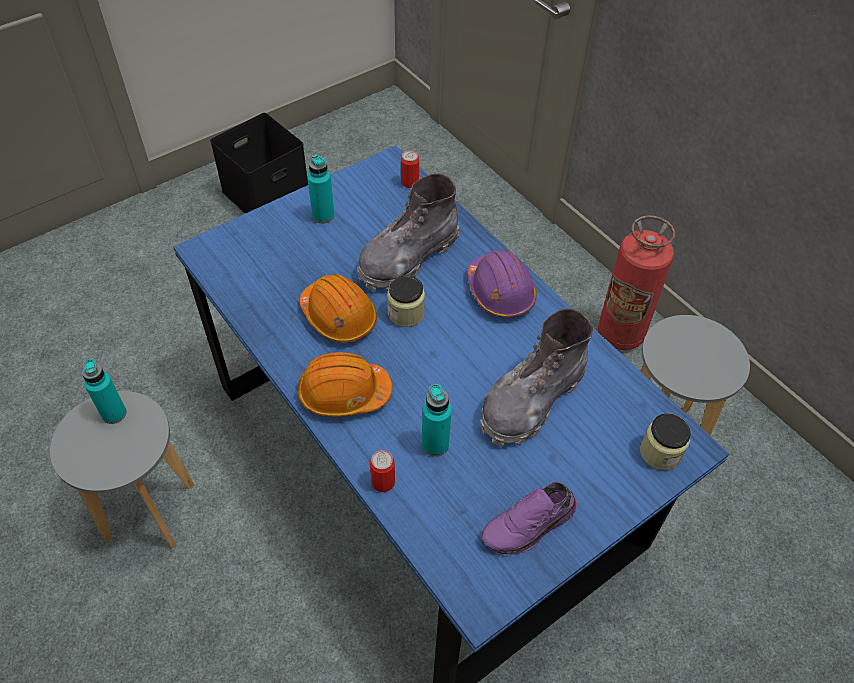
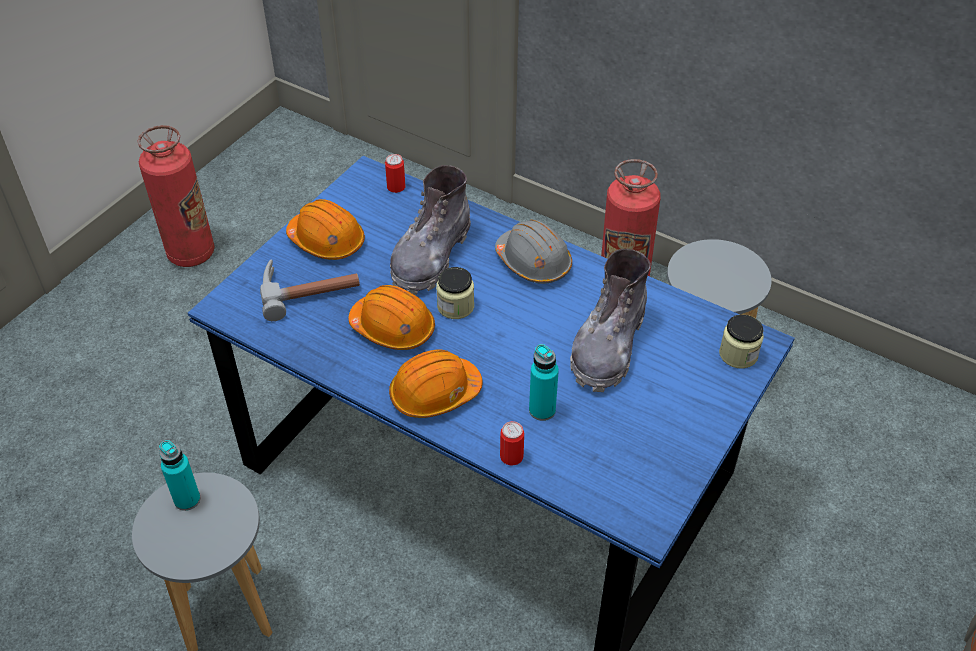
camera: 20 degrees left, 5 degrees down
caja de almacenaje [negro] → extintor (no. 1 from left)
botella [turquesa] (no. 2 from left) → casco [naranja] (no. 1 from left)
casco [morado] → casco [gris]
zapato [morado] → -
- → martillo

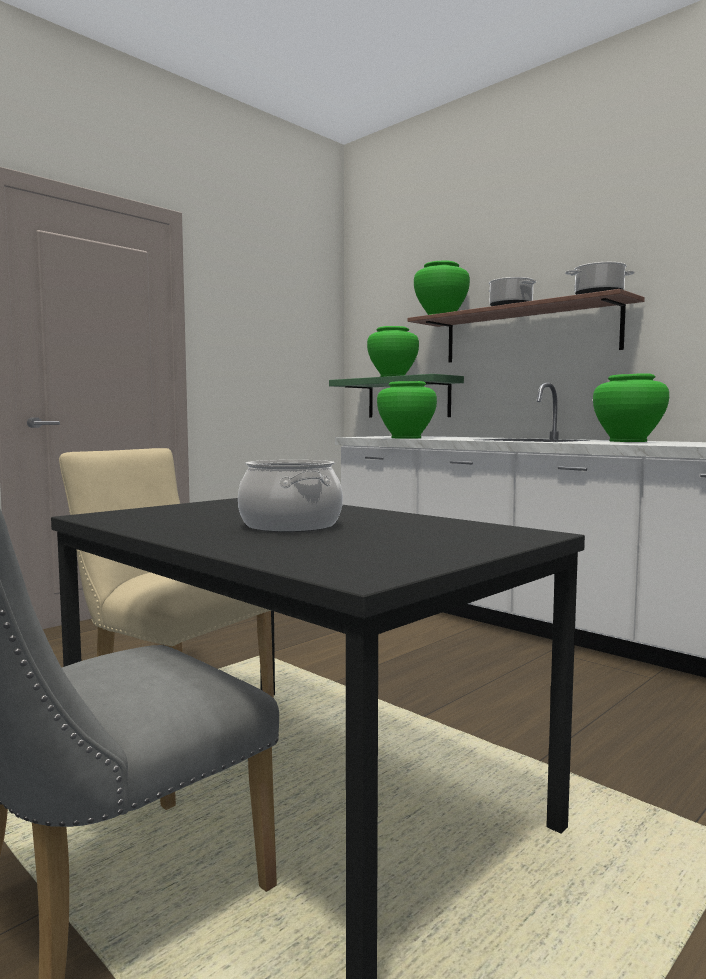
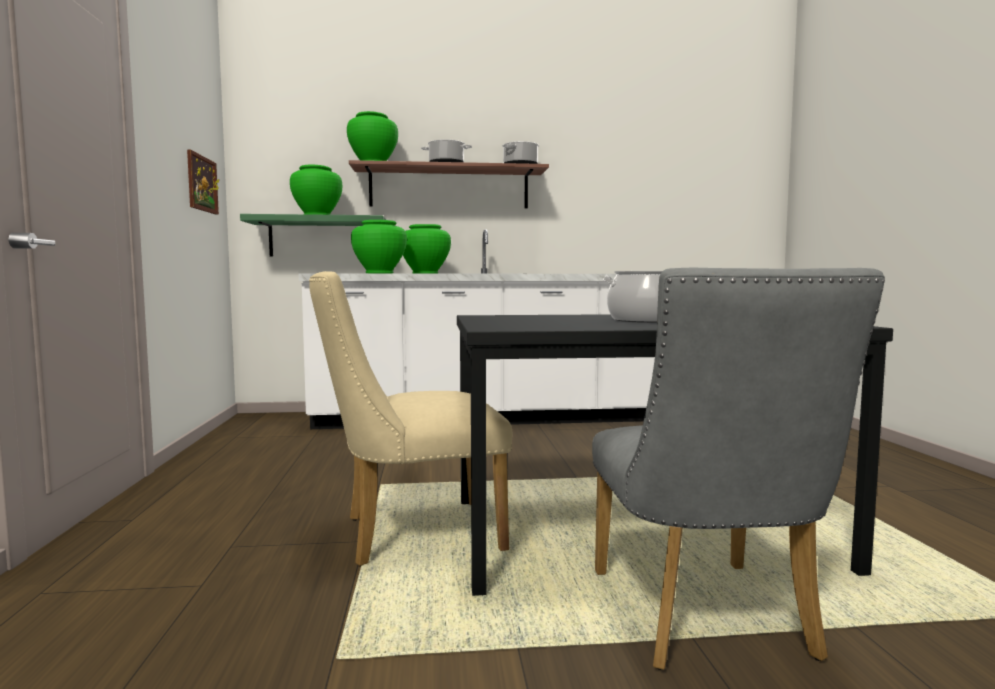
camera: 50 degrees left, 0 degrees up
florero [verde] (no. 4 from left), shifted
- → cuadro

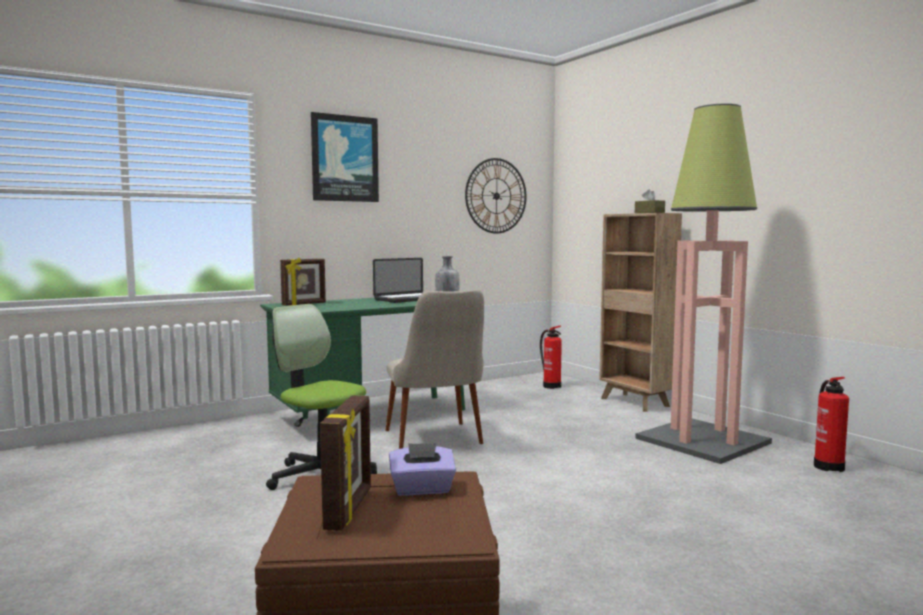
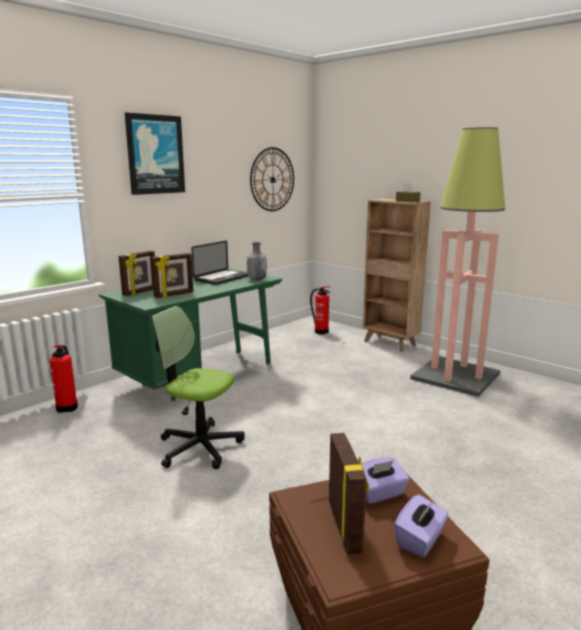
camera: 15 degrees left, 10 degrees up
silla [beis] → -
extintor (no. 2 from left in the first image) → extintor (no. 1 from left), shifted
- → portarretratos (no. 2 from left)
- → caja de pañuelos [morado] (no. 2 from left)

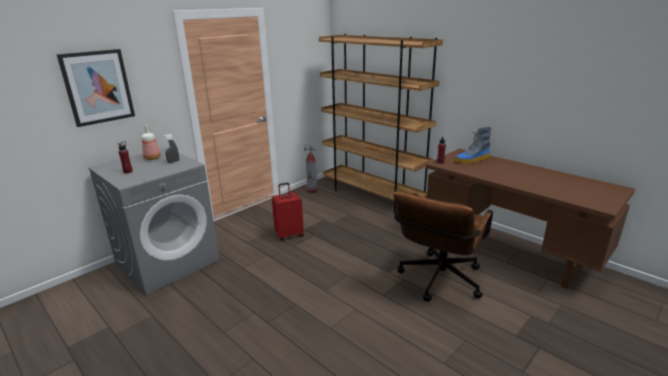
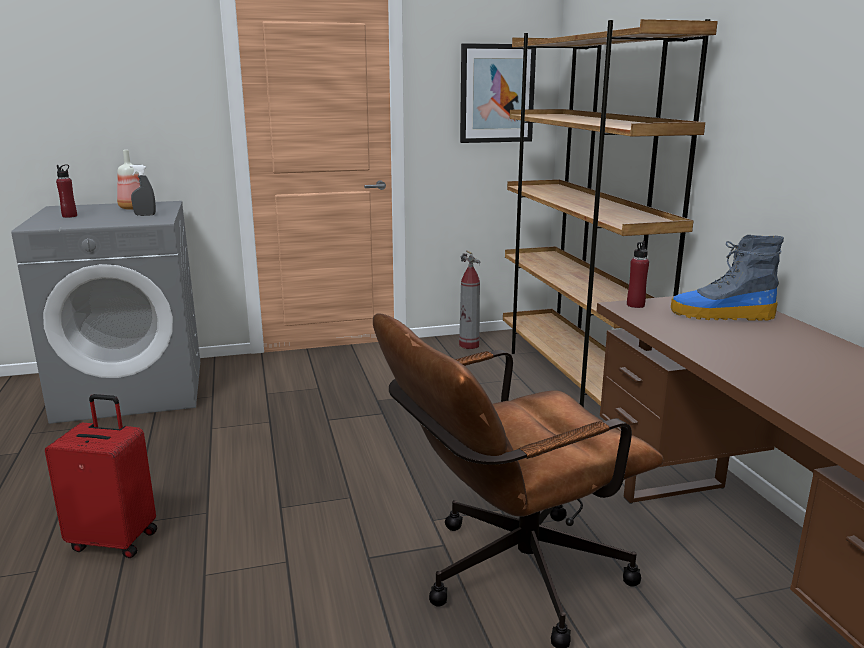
camera: 30 degrees right, 5 degrees down
cuadro, shifted
maleta [rojo], shifted

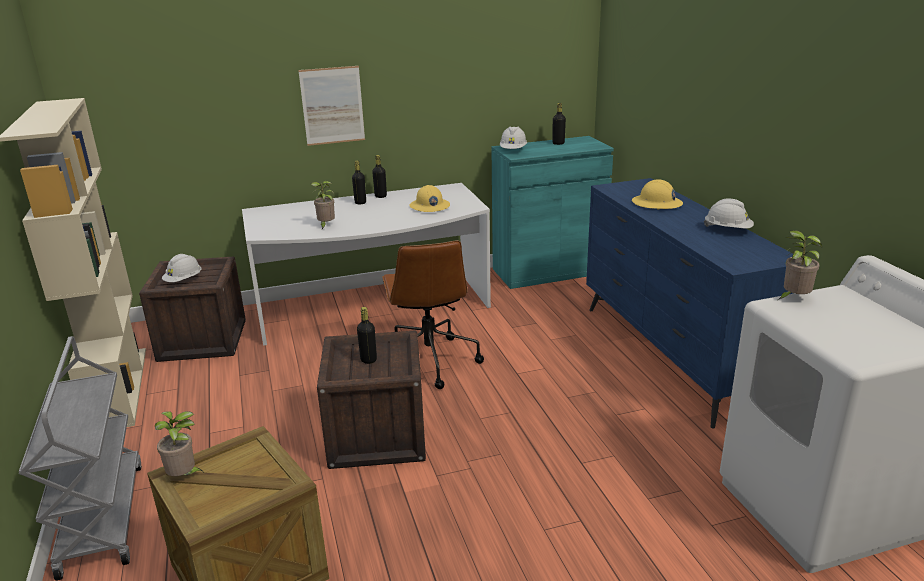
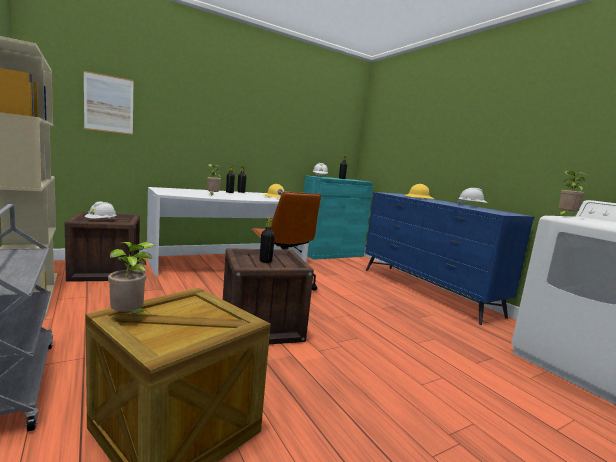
camera: 15 degrees left, 15 degrees down
cuadro, shifted

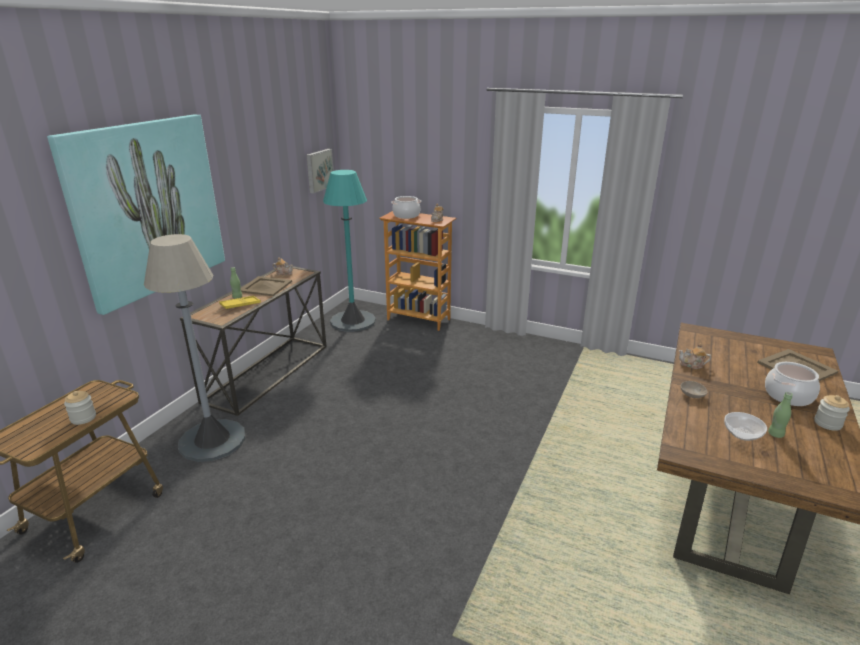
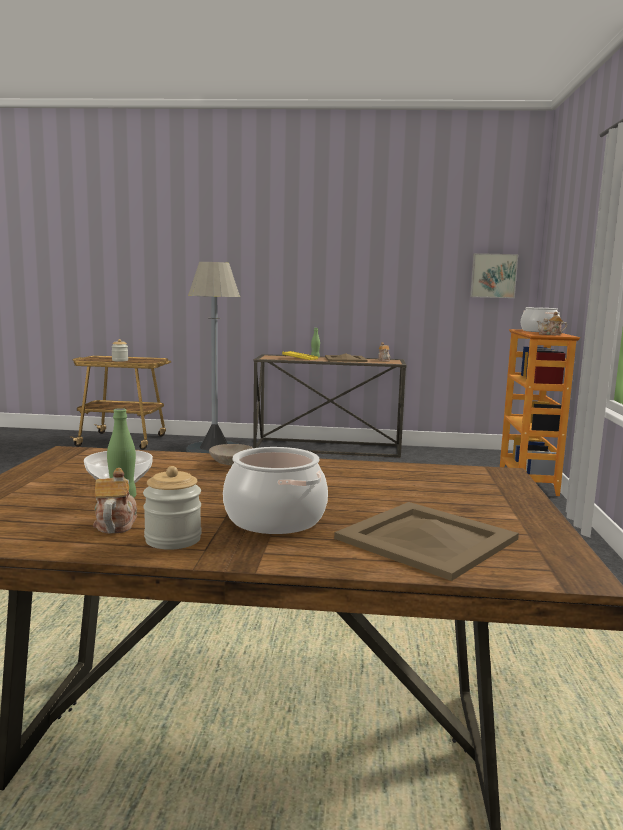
camera: 70 degrees right, 15 degrees down
cuadro (no. 1 from left) → -
lámpara de pie [turquesa] → -
tetera (no. 3 from left in the first image) → tetera (no. 1 from left), shifted

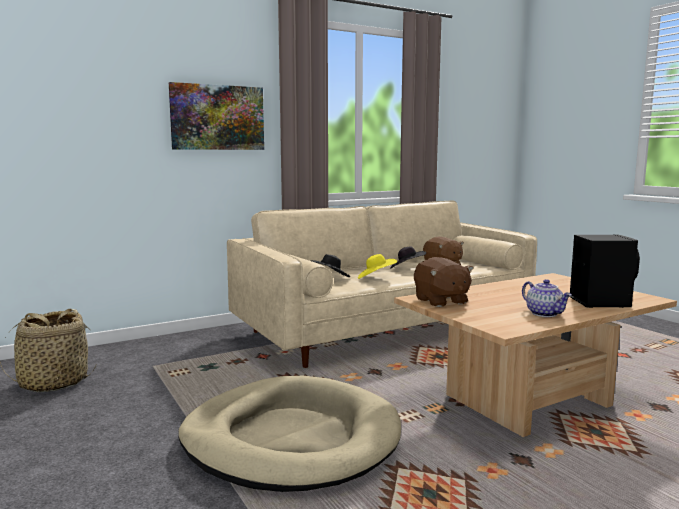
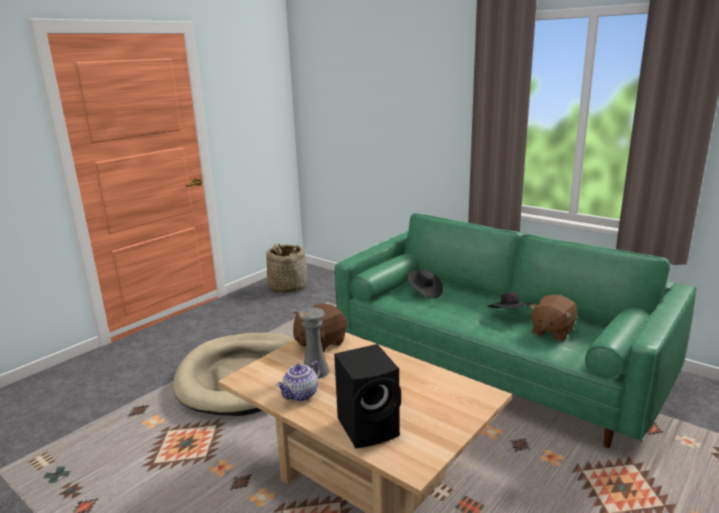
camera: 70 degrees right, 10 degrees up
cuadro → -
sofá [beis] → sofá [verde]
sombrero [amarillo] → -
- → florero [gris]

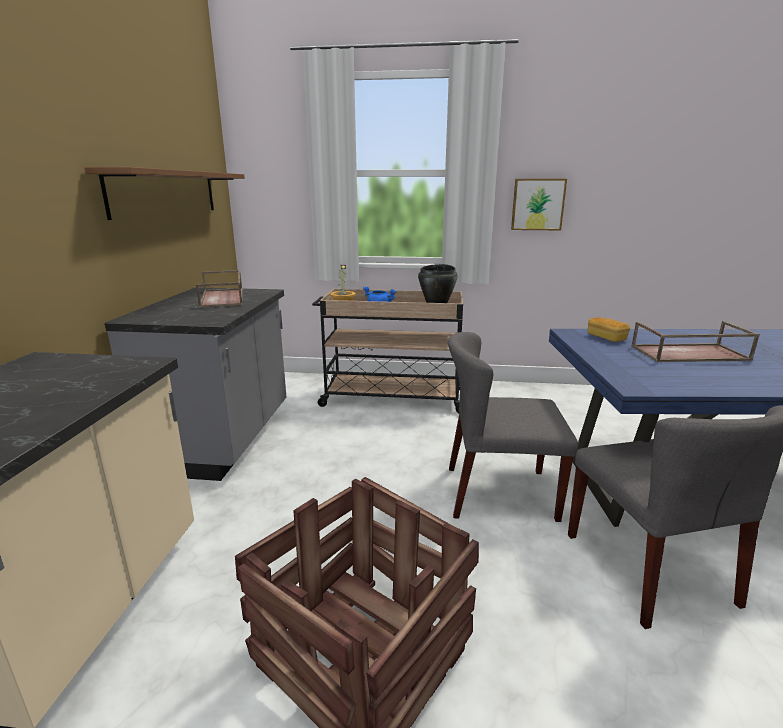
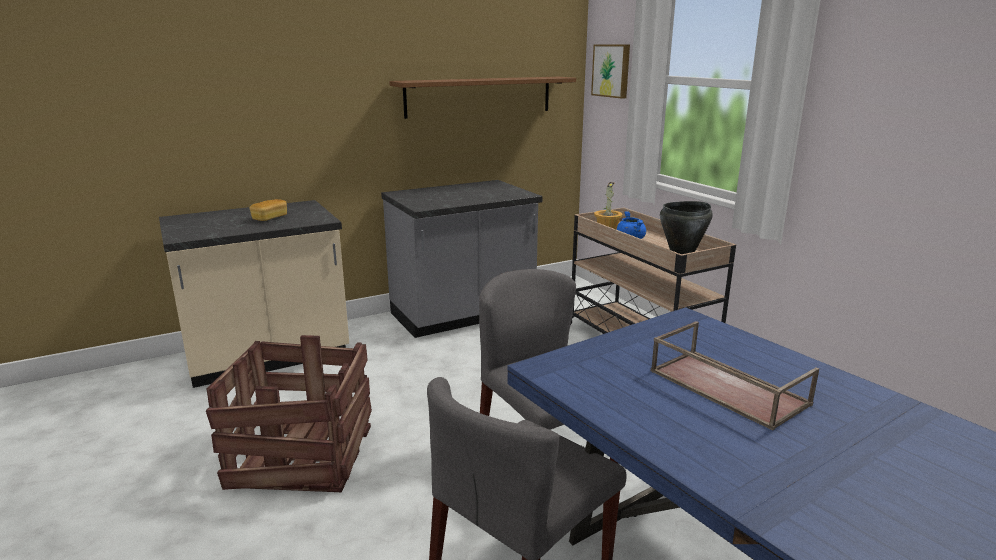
camera: 55 degrees right, 0 degrees up
bandeja [marrón] (no. 1 from left) → -
cuadro, shifted
pan, shifted

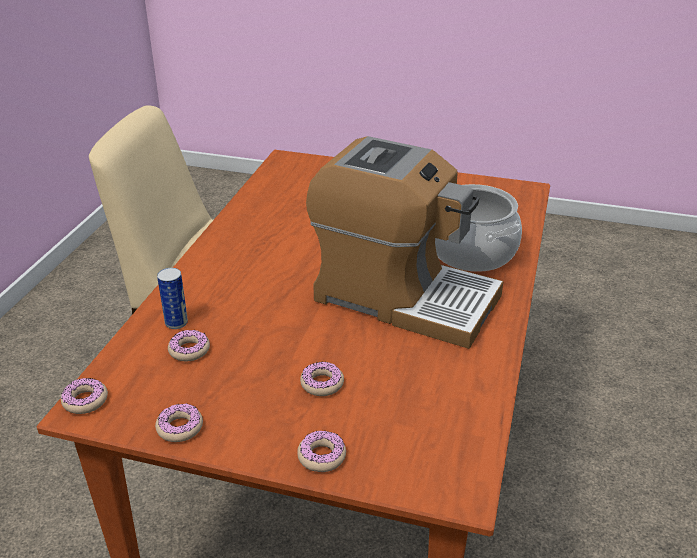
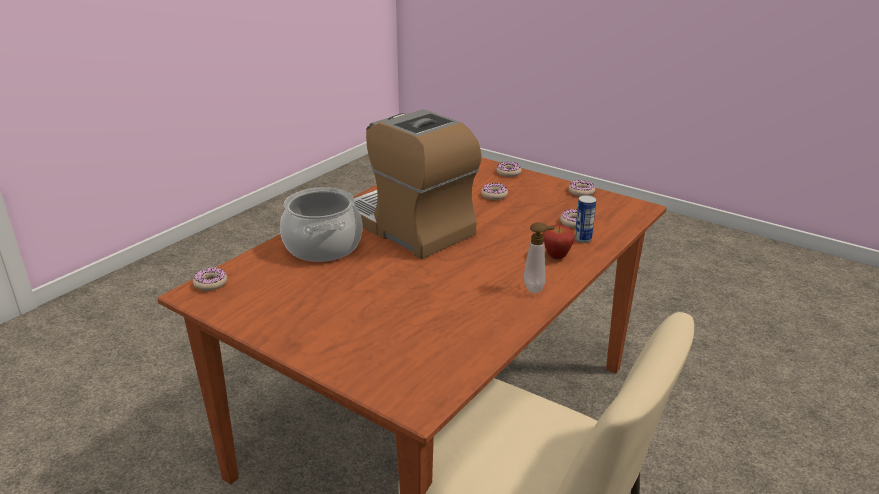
camera: 160 degrees left, 5 degrees down
rosquilla (no. 1 from left), shifted
- → dispensador de jabón
- → manzana

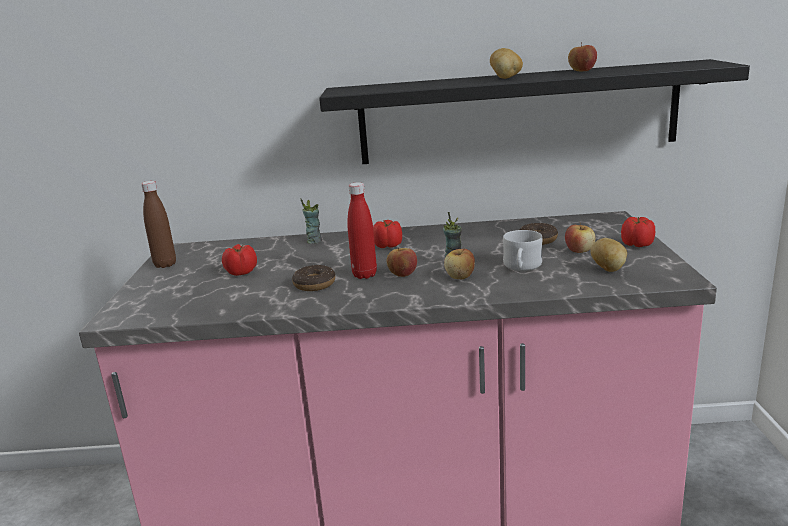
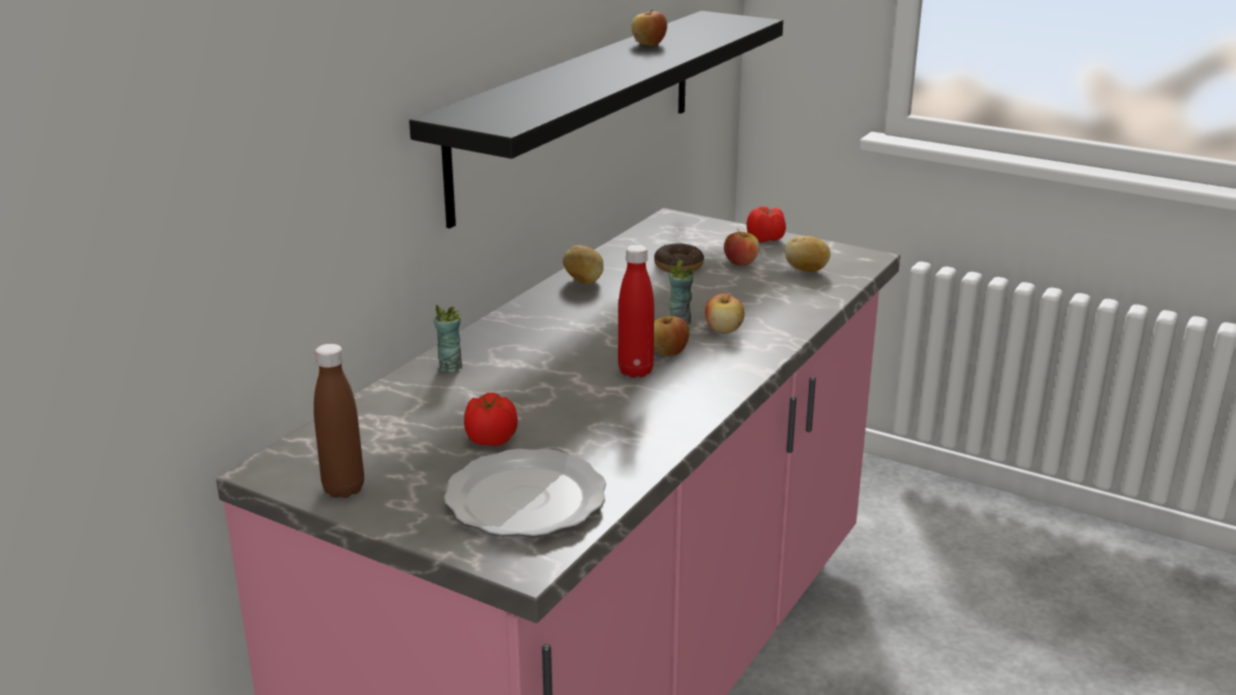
camera: 60 degrees left, 5 degrees up
rosquilla (no. 1 from left) → -
tomate (no. 2 from left) → -
patata (no. 1 from left), shifted
taza grande [blanco] → -
- → plato

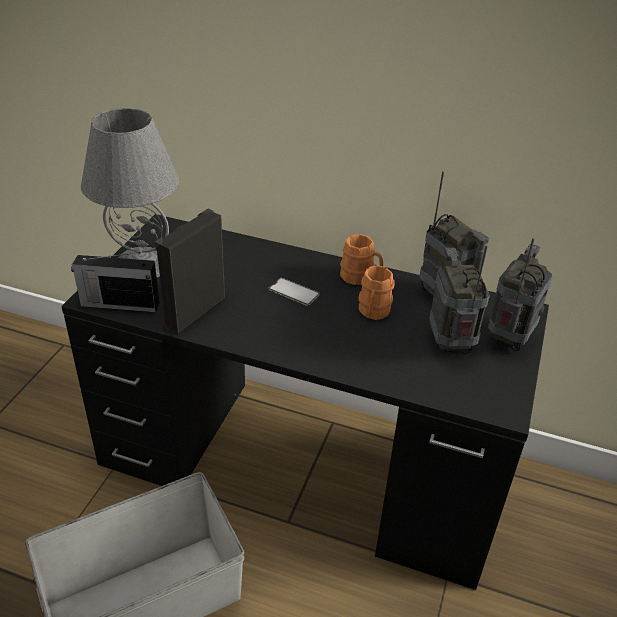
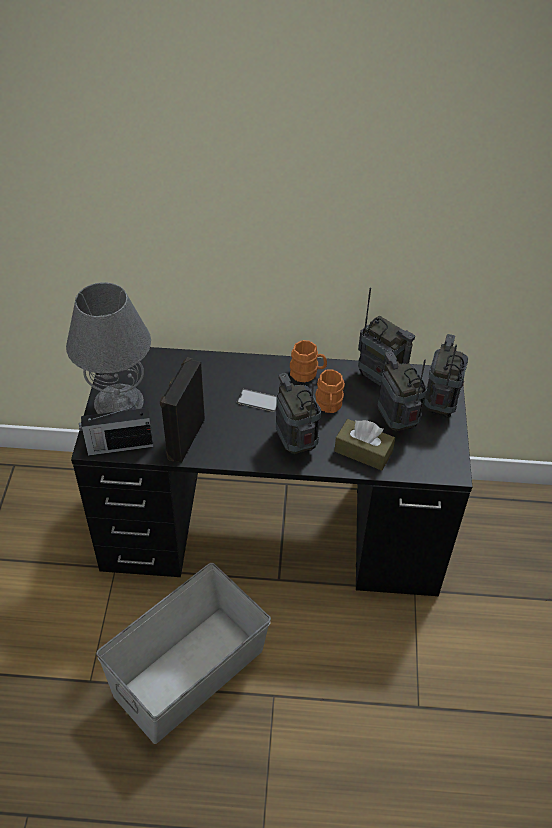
camera: 15 degrees left, 10 degrees up
- → radio (no. 2 from left)
- → caja de pañuelos [marrón]

